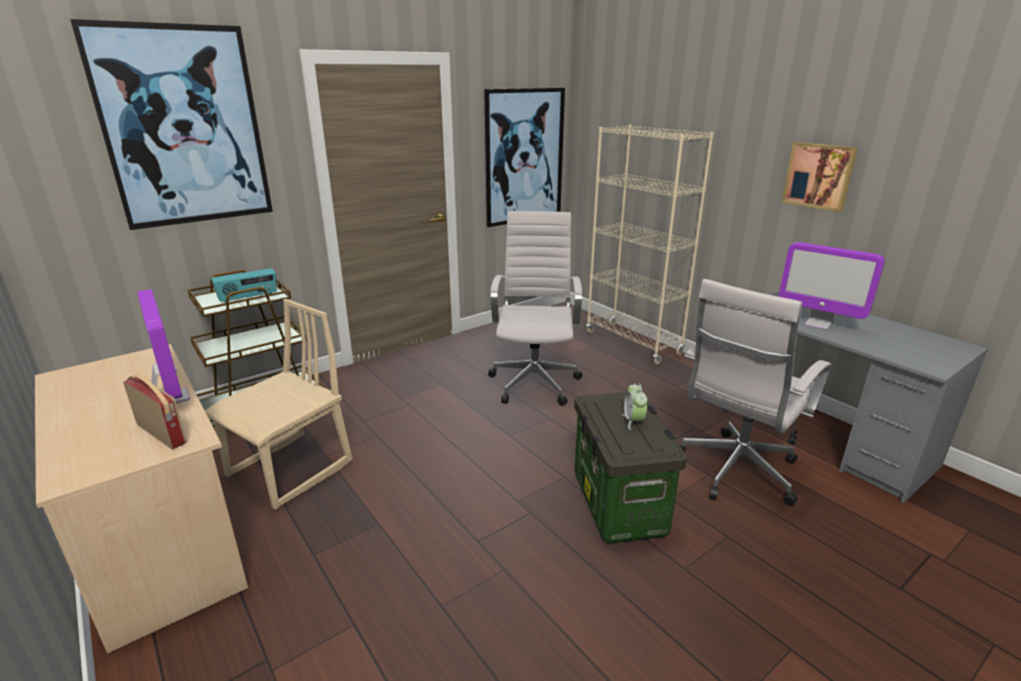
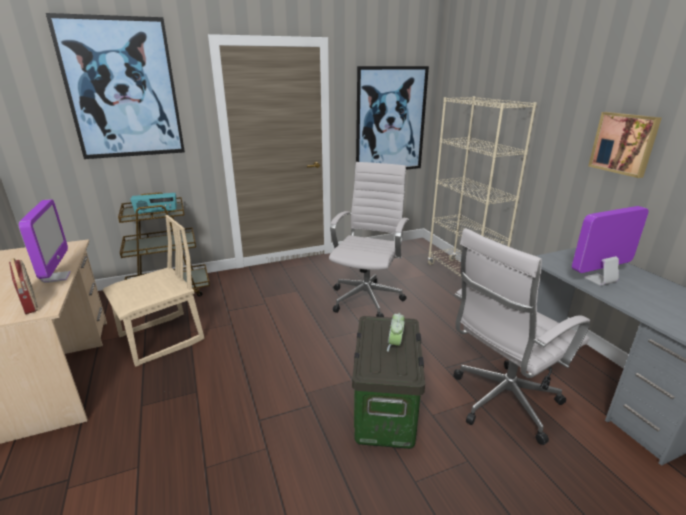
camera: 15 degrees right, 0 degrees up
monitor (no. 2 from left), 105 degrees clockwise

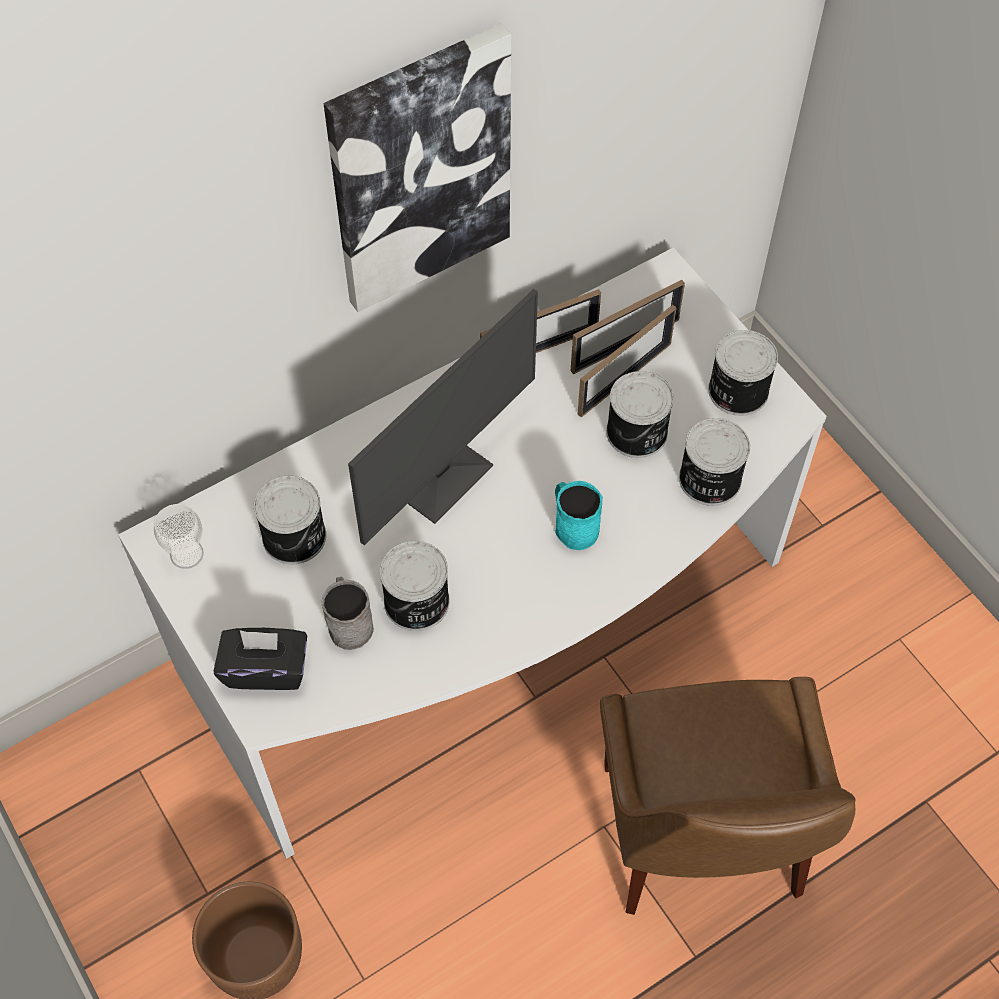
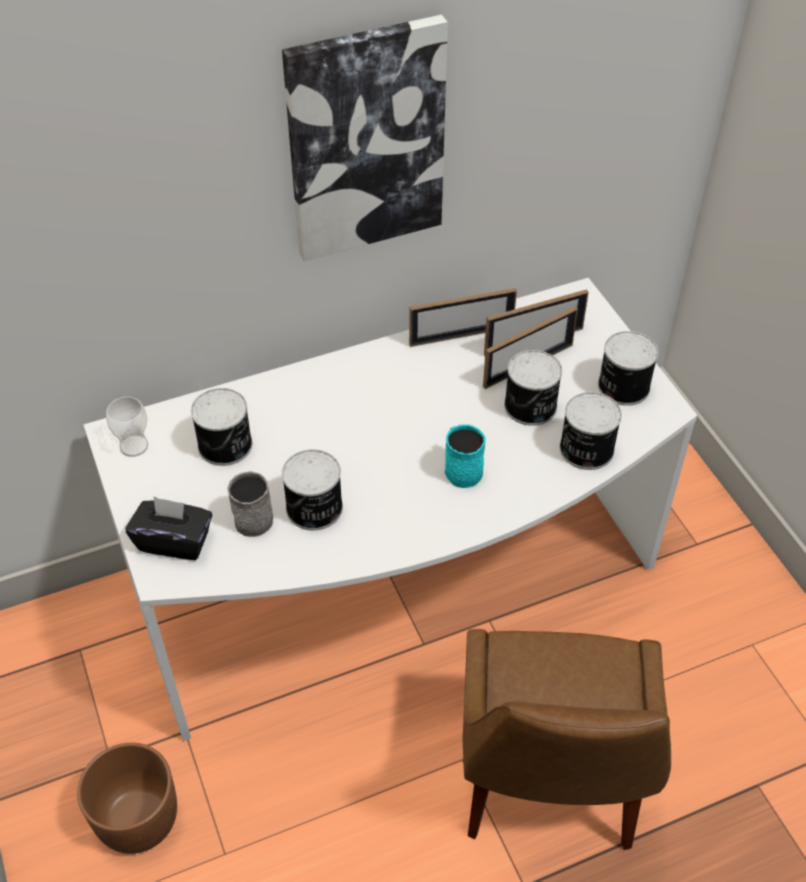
camera: 10 degrees right, 10 degrees down
monitor → -

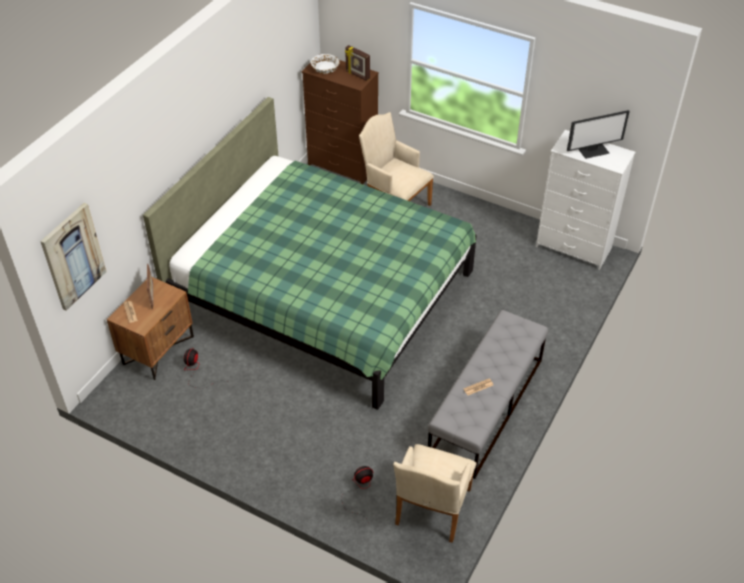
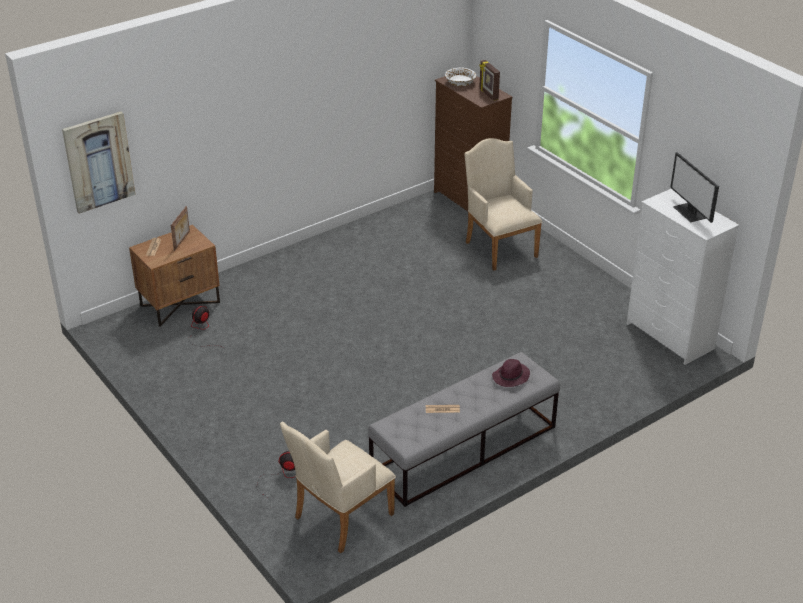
camera: 25 degrees right, 10 degrees down
cama [verde] → -
monitor, 60 degrees clockwise
- → sombrero [morado]

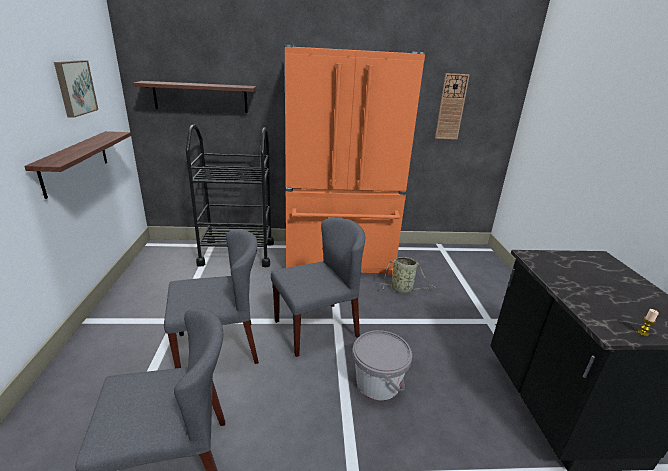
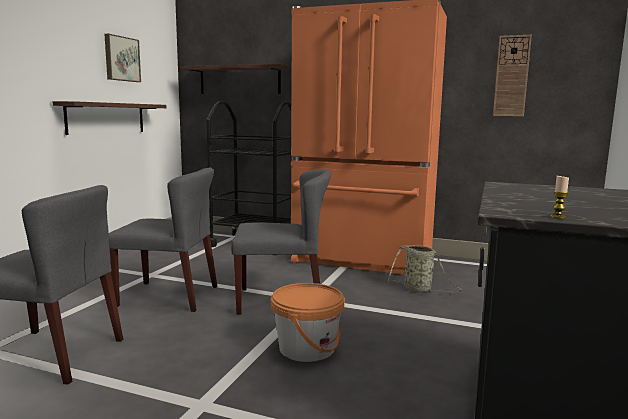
camera: 25 degrees right, 15 degrees down
cubo [gris] → cubo [naranja]

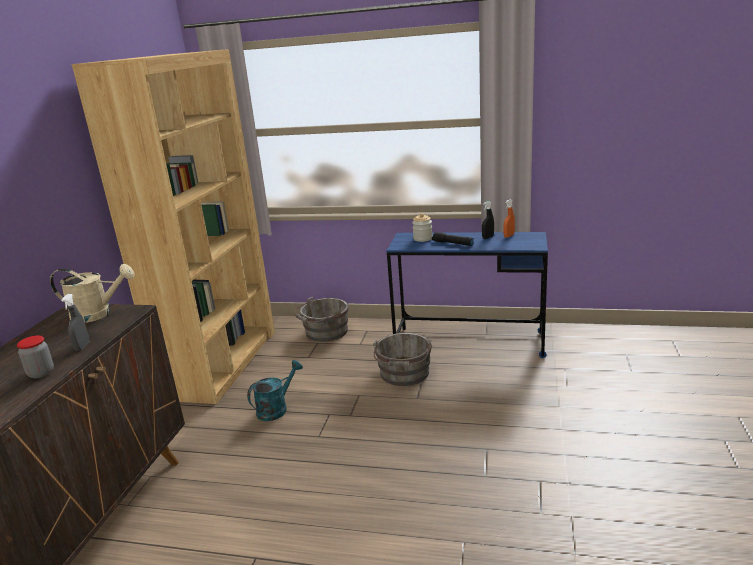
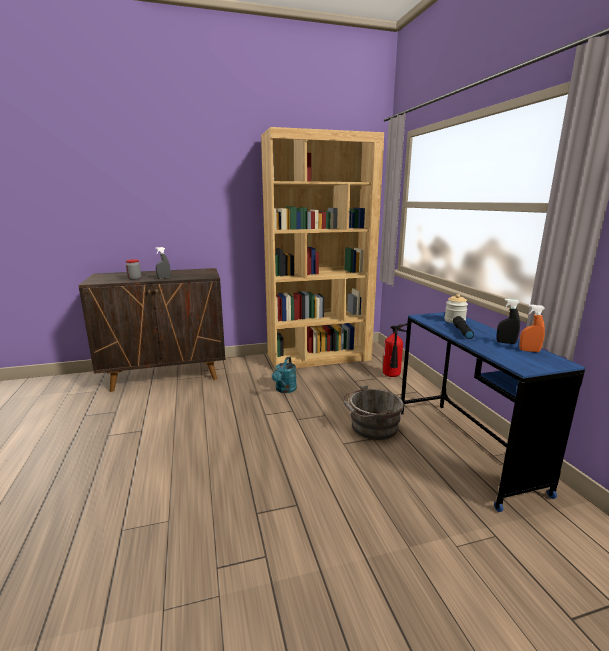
camera: 60 degrees right, 5 degrees down
regadera [beis] → -
regadera [turquesa], 90 degrees clockwise
cubo [gris] (no. 1 from left) → extintor

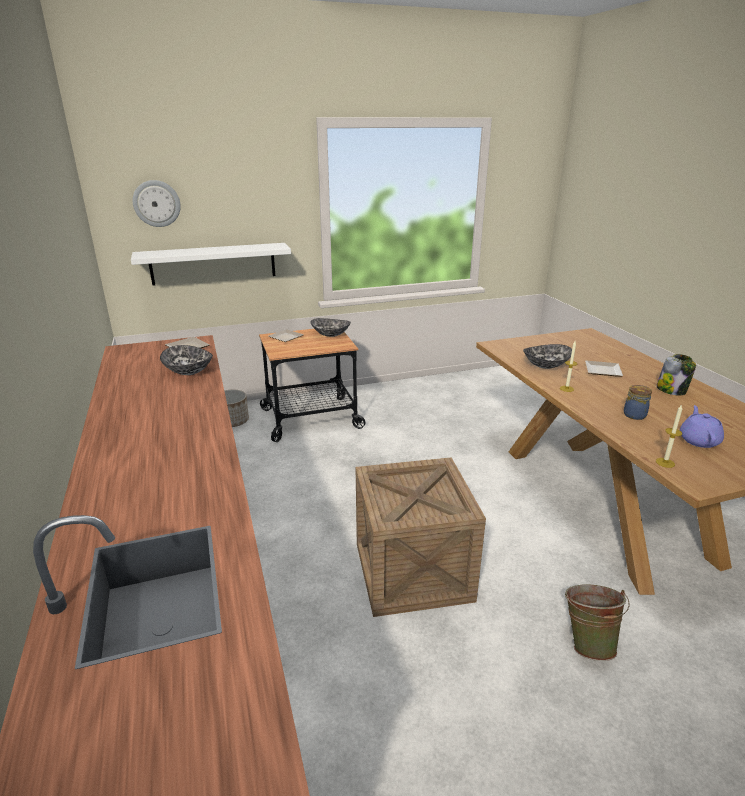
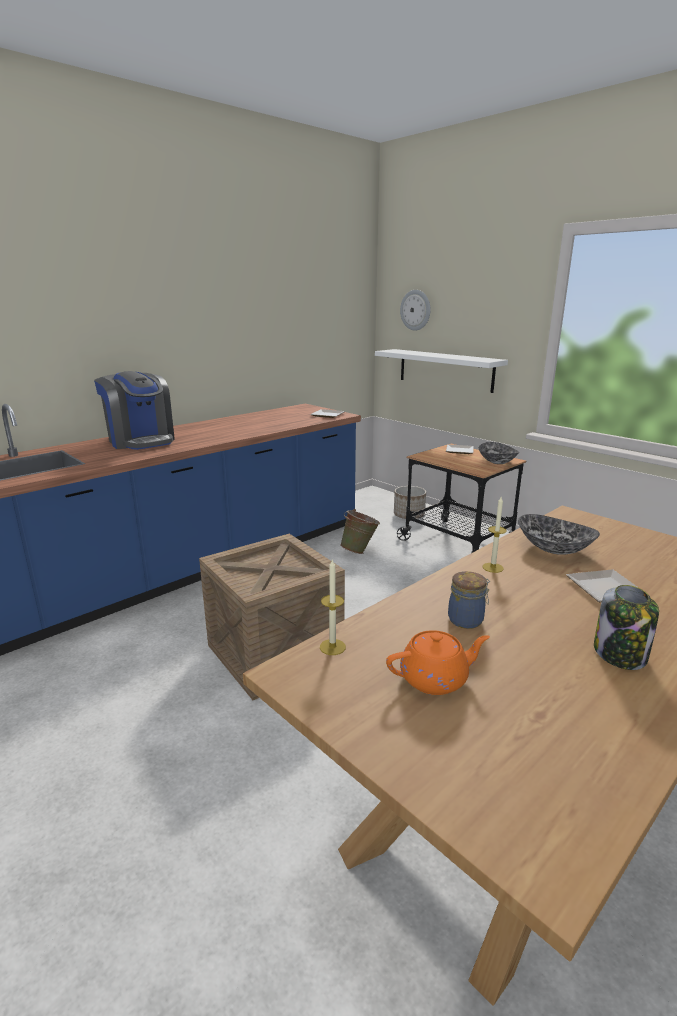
camera: 65 degrees right, 5 degrees down
cuenco (no. 1 from left) → -
cubo [verde], shifted
tetera [morado] → tetera [naranja]
- → cafetera

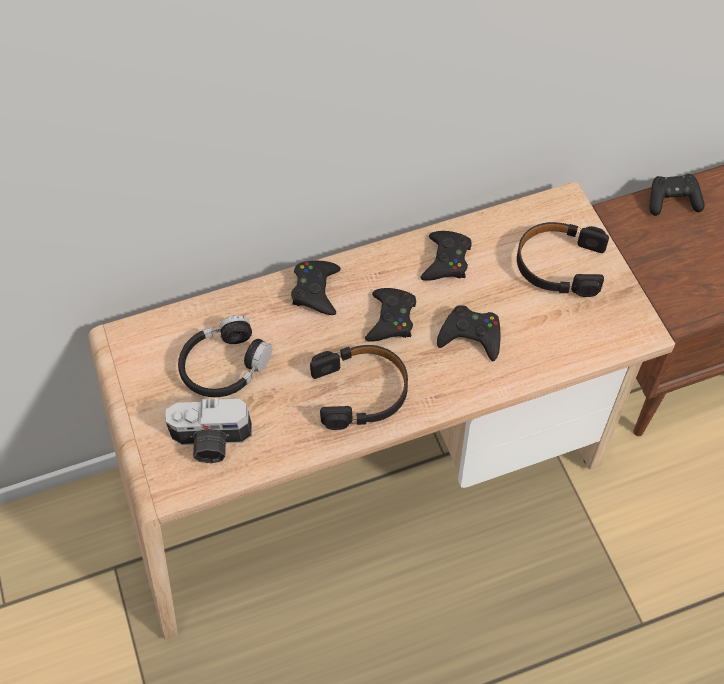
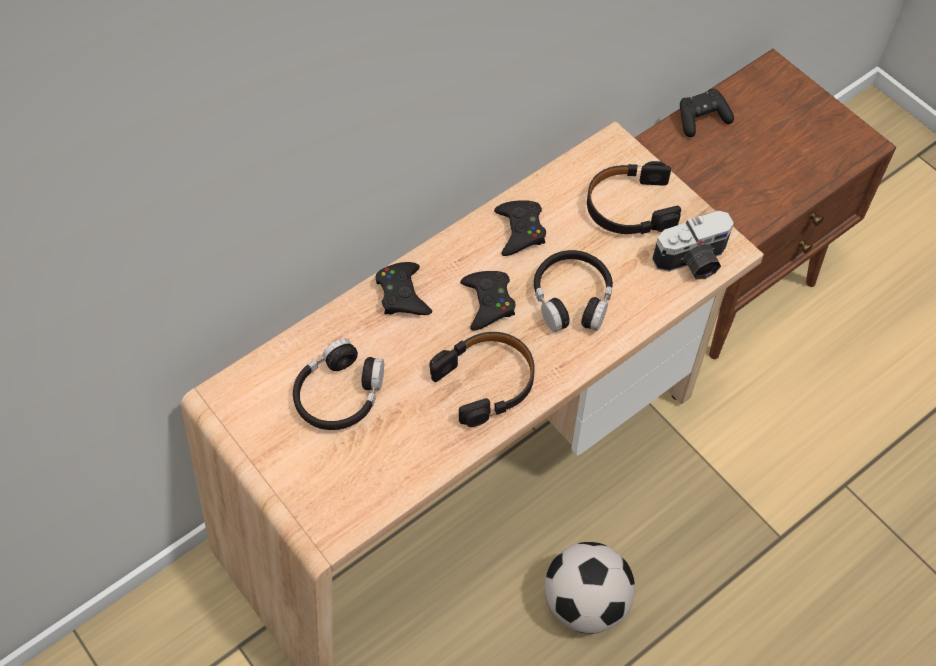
camera: 20 degrees left, 0 degrees up
cámara, shifted
mando de consola [negro] (no. 4 from left) → auriculares [negro] (no. 3 from left)
- → balón de fútbol

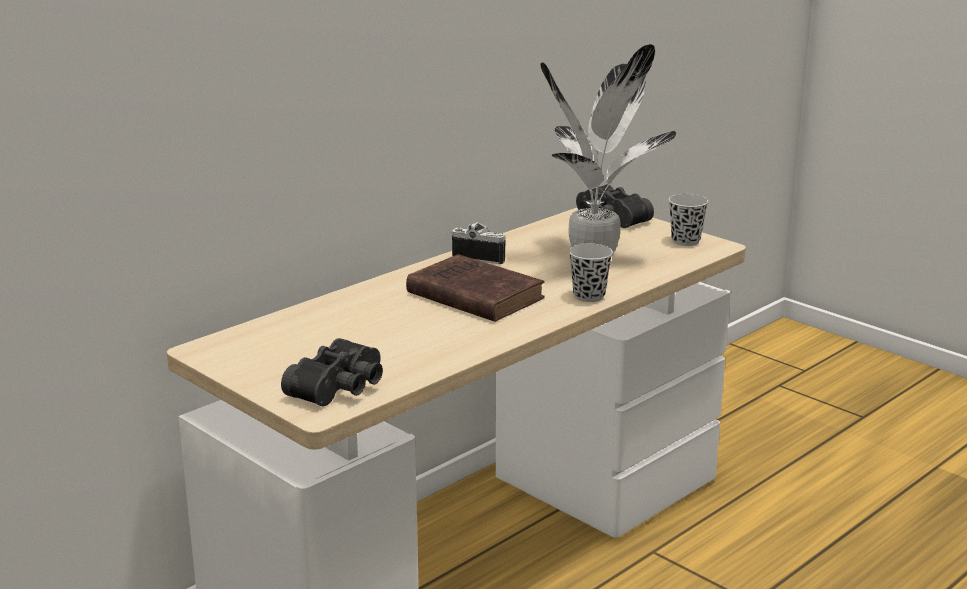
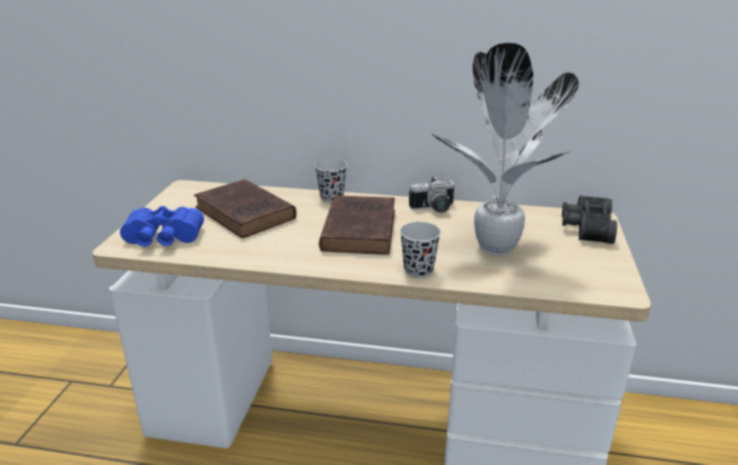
camera: 55 degrees right, 5 degrees up
prismáticos [negro] (no. 1 from left) → prismáticos [azul]
cámara, 90 degrees clockwise
taza [negro] (no. 2 from left in the first image) → taza [negro] (no. 1 from left), shifted
- → libro [marrón] (no. 1 from left)

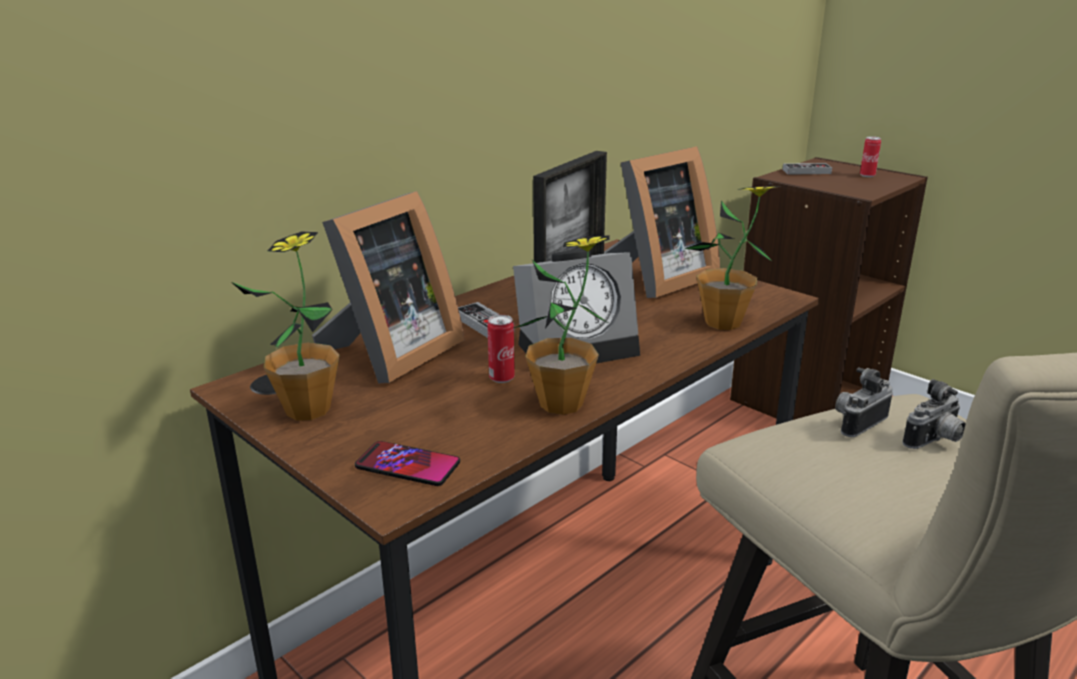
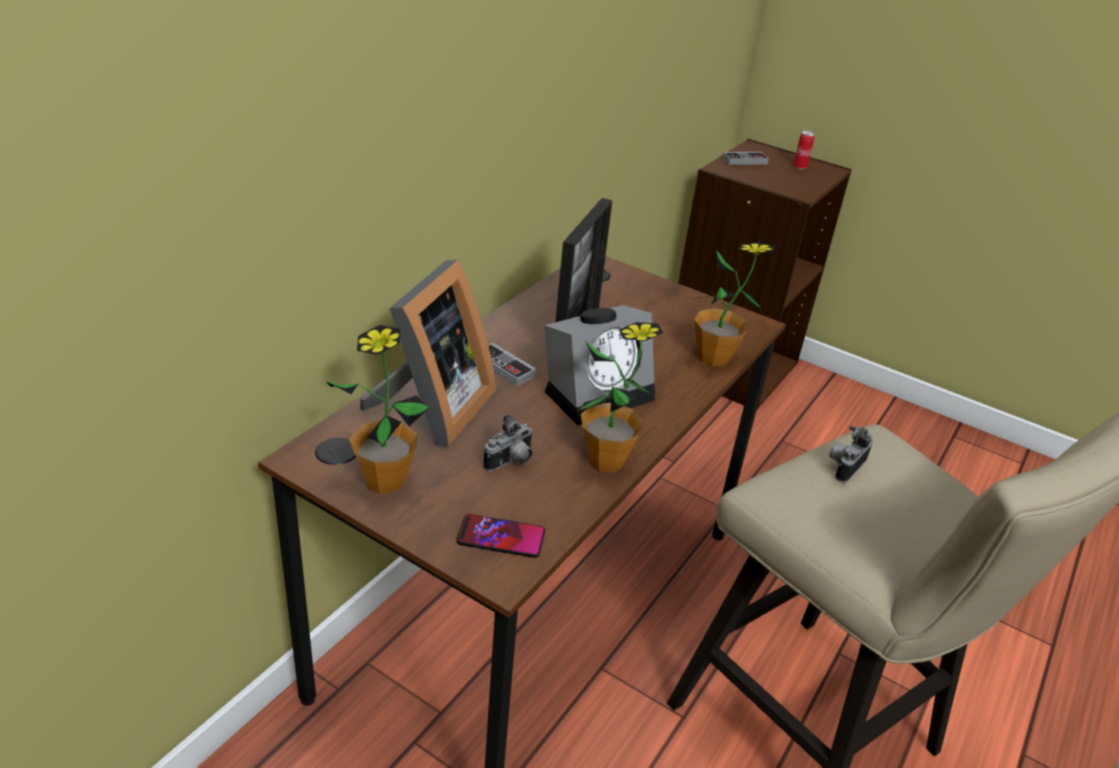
camera: 15 degrees left, 10 degrees up
lata (no. 1 from left) → -
portarretratos (no. 3 from left) → -
cámara (no. 2 from left in the first image) → cámara (no. 1 from left), shifted

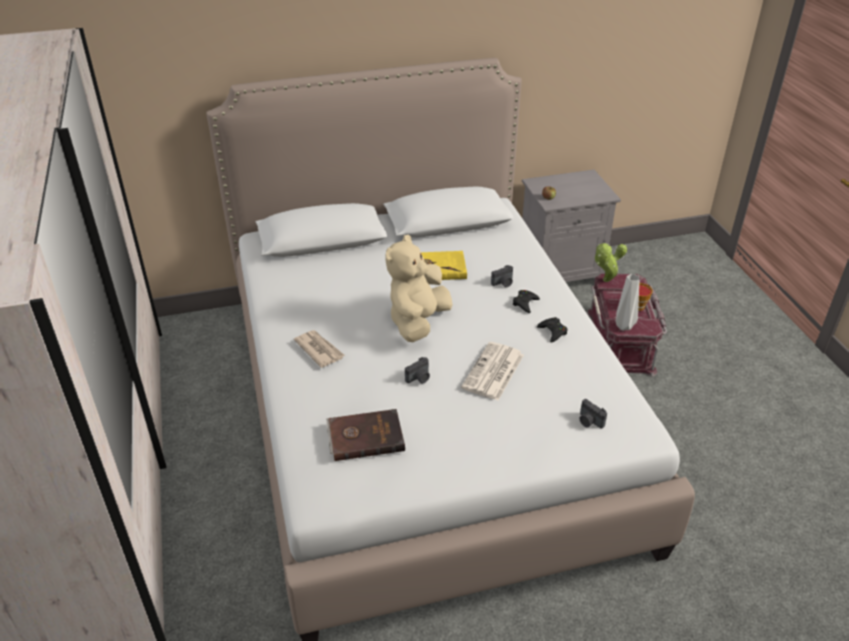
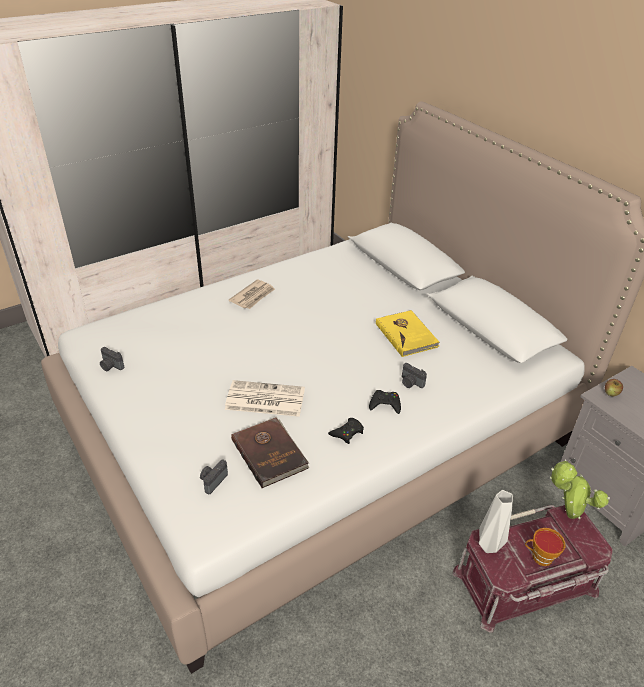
camera: 70 degrees right, 0 degrees up
libro [marrón], shifted
peluche [beis] → -
cámara (no. 1 from left), shifted

